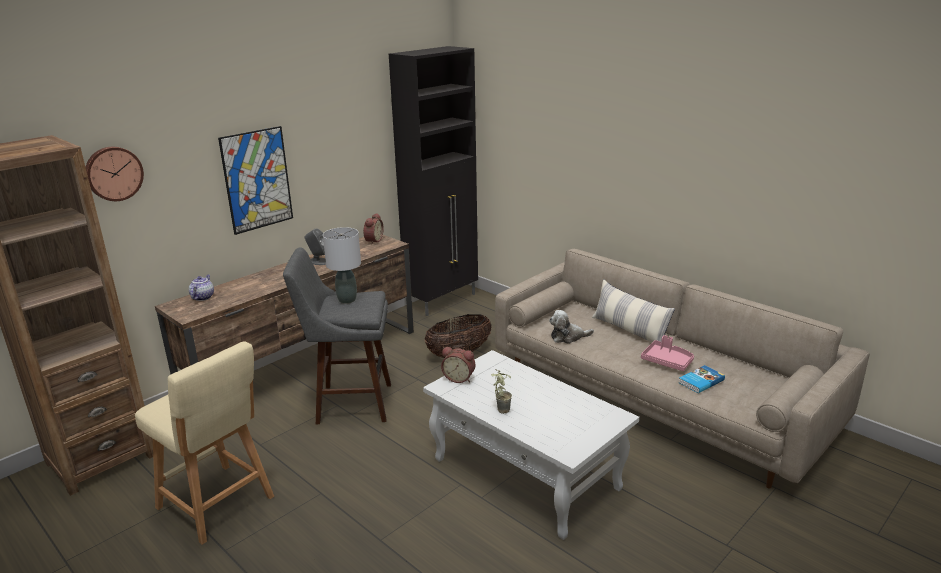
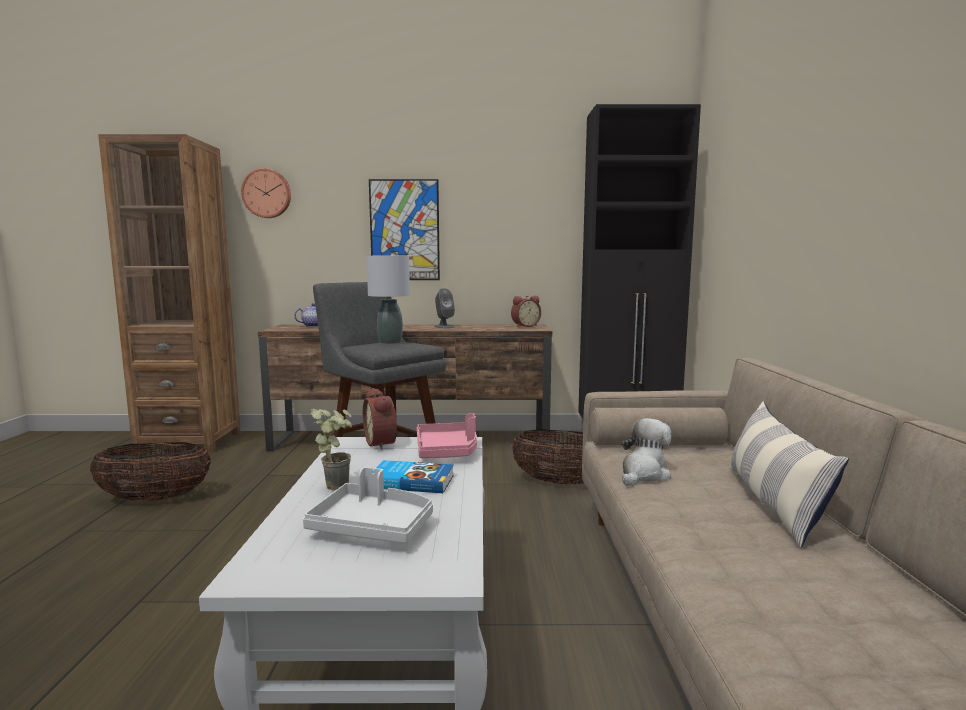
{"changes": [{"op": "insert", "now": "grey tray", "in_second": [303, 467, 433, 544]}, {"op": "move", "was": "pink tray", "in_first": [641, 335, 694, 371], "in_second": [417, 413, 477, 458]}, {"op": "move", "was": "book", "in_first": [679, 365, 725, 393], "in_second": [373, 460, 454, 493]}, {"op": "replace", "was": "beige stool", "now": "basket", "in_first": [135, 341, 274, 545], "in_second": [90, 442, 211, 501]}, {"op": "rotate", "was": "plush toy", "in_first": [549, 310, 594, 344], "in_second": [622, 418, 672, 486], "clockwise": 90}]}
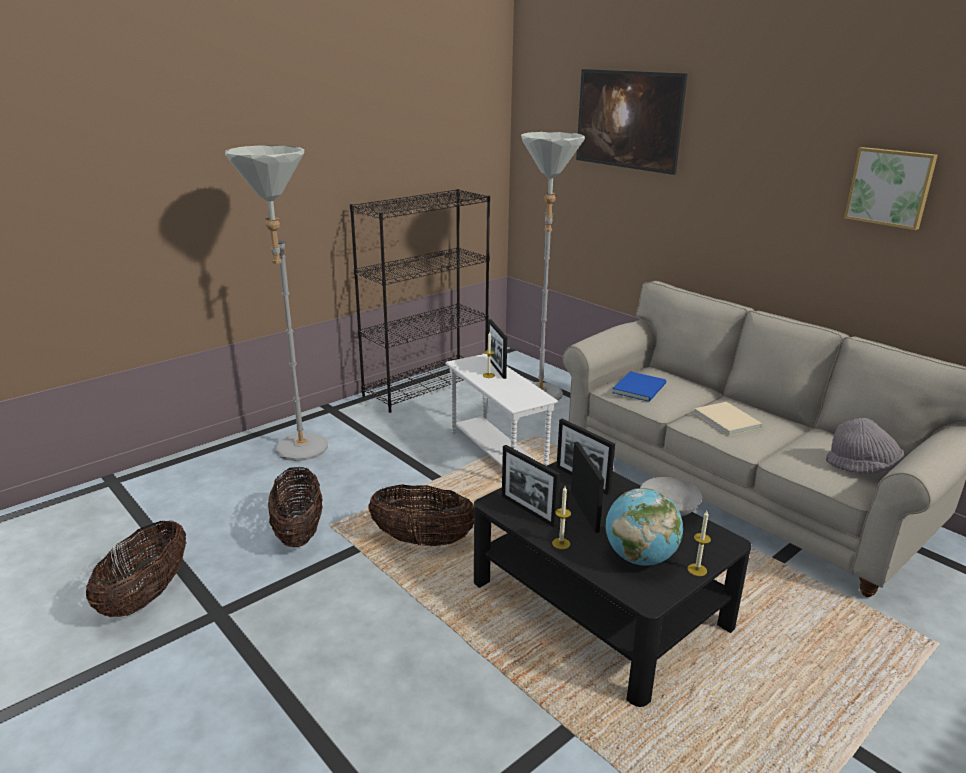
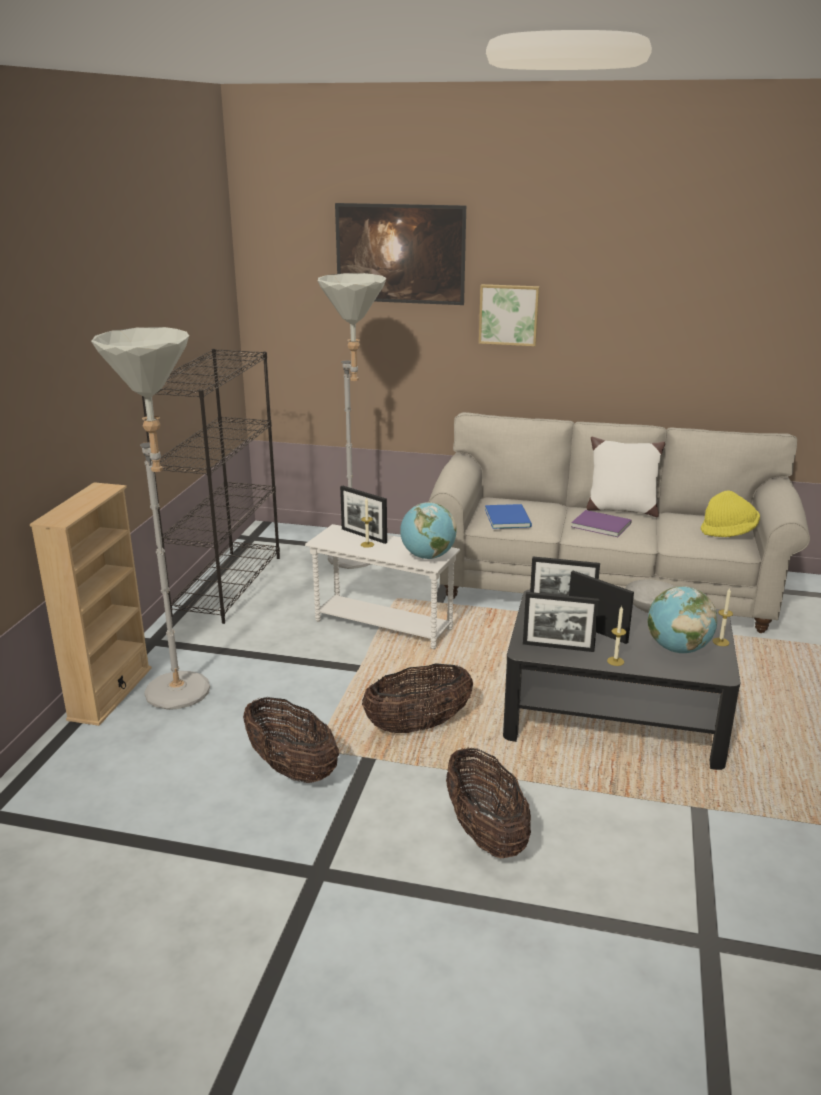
{"changes": [{"op": "insert", "now": "beige bookcase", "in_second": [30, 482, 152, 726]}, {"op": "insert", "now": "globe", "in_second": [400, 502, 457, 559]}, {"op": "insert", "now": "white pillow", "in_second": [587, 437, 665, 517]}, {"op": "move", "was": "basket", "in_first": [86, 520, 187, 617], "in_second": [446, 747, 531, 858]}, {"op": "move", "was": "picture", "in_first": [844, 147, 938, 230], "in_second": [479, 284, 540, 346]}, {"op": "recolor", "was": "beige book", "now": "purple book", "in_first": [694, 402, 763, 436], "in_second": [571, 510, 632, 537]}, {"op": "recolor", "was": "grey hat", "now": "yellow hat", "in_first": [826, 418, 904, 474], "in_second": [701, 490, 760, 537]}]}
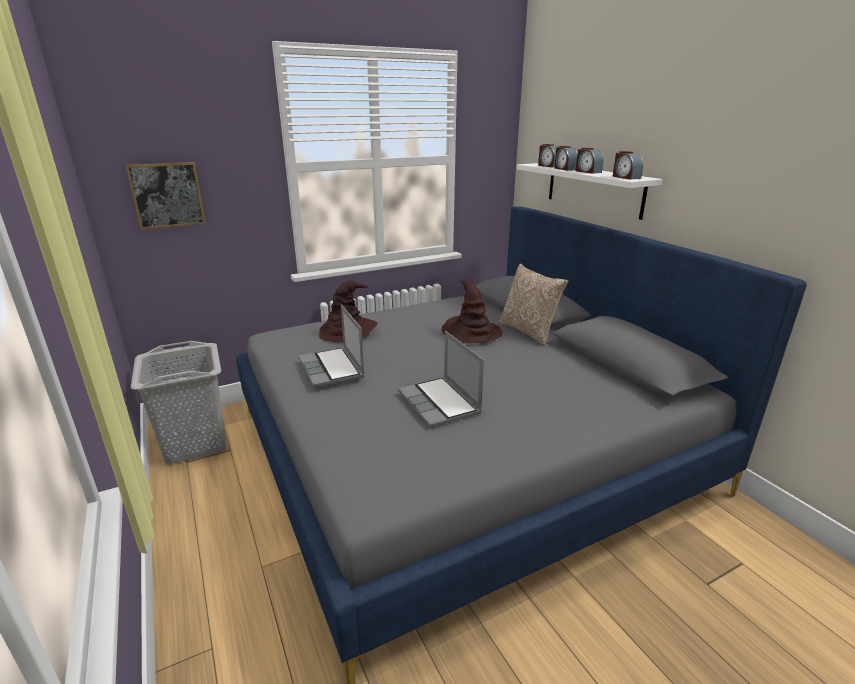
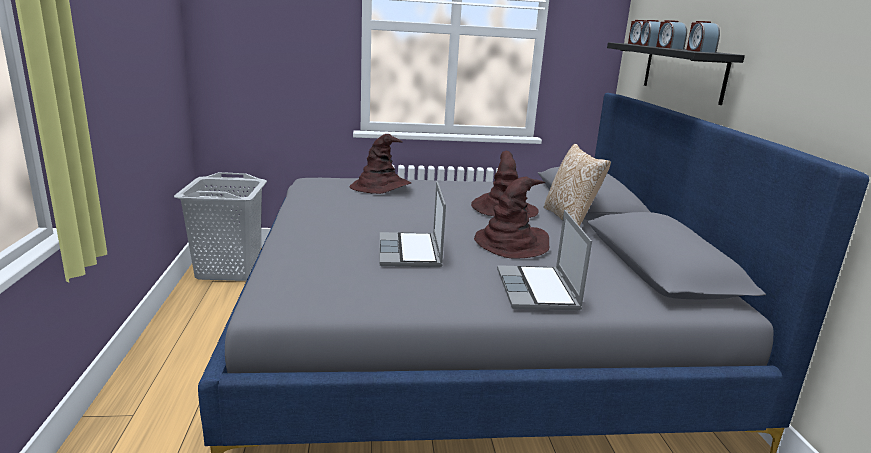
{"changes": [{"op": "delete", "was": "picture", "in_first": [125, 162, 206, 230]}, {"op": "insert", "now": "brown hat", "in_second": [474, 177, 549, 258]}, {"op": "move", "was": "laptop", "in_first": [299, 305, 365, 388], "in_second": [497, 210, 592, 310]}, {"op": "recolor", "was": "white shelf", "now": "black shelf", "in_first": [517, 163, 663, 220], "in_second": [607, 42, 745, 105]}]}
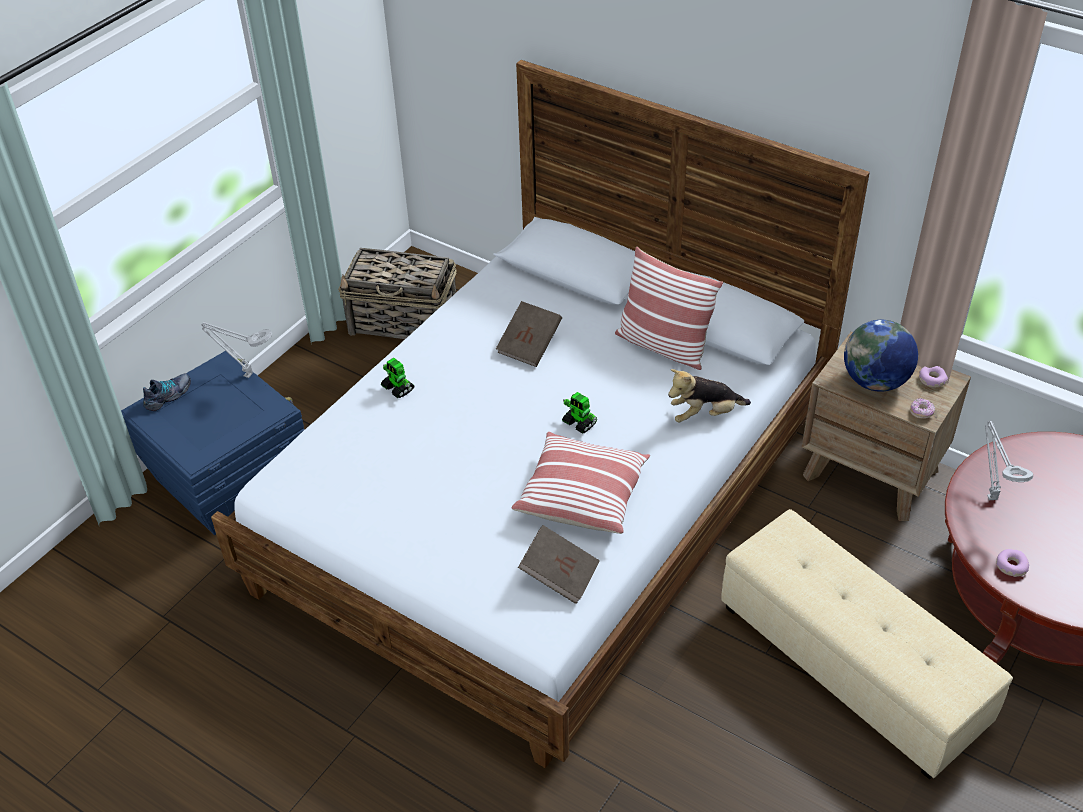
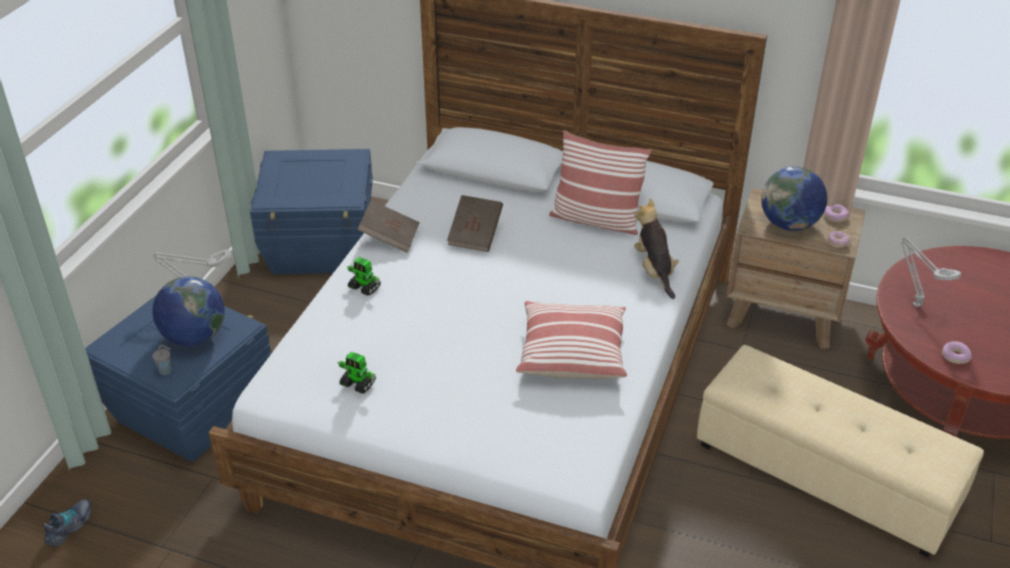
{"changes": [{"op": "insert", "now": "globe", "in_second": [152, 276, 225, 346]}, {"op": "insert", "now": "grey cup", "in_second": [152, 345, 171, 375]}, {"op": "move", "was": "shoe", "in_first": [143, 374, 191, 411], "in_second": [44, 499, 92, 547]}, {"op": "move", "was": "brown book", "in_first": [518, 525, 600, 604], "in_second": [357, 200, 420, 252]}, {"op": "move", "was": "toy robot", "in_first": [562, 392, 597, 434], "in_second": [337, 352, 376, 394]}, {"op": "replace", "was": "basket", "now": "blue storage box", "in_first": [338, 248, 457, 339], "in_second": [250, 149, 373, 274]}, {"op": "rotate", "was": "plush toy", "in_first": [668, 369, 751, 422], "in_second": [634, 198, 679, 299], "clockwise": 105}]}
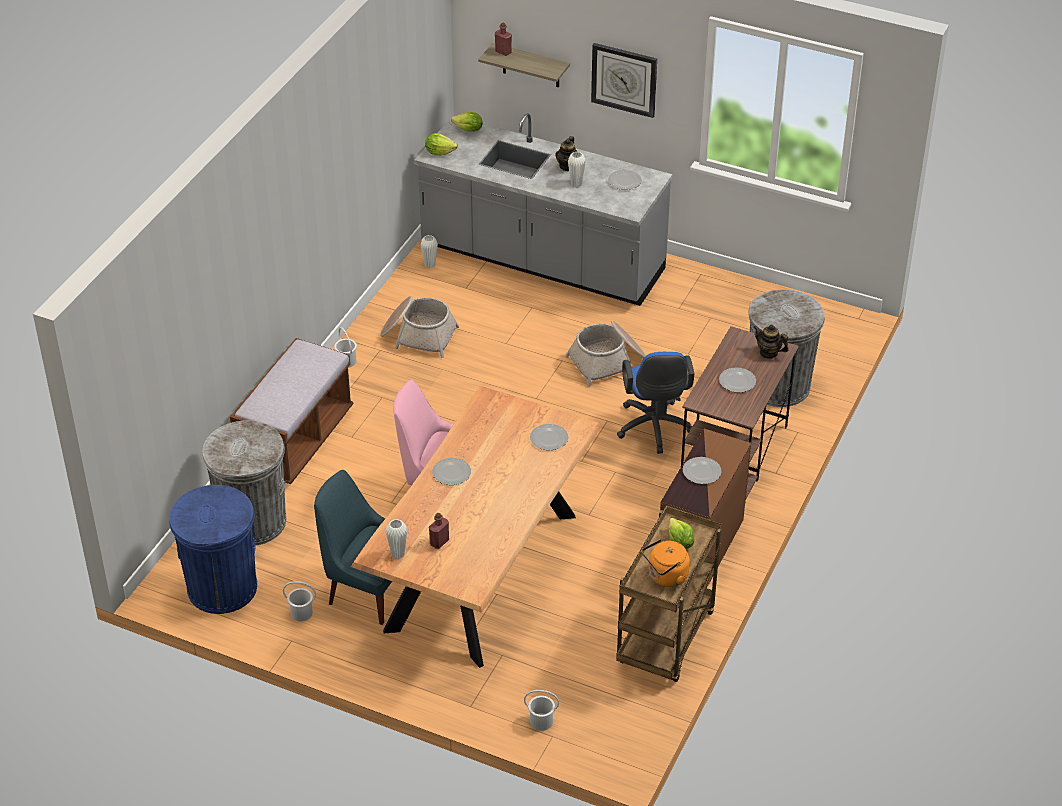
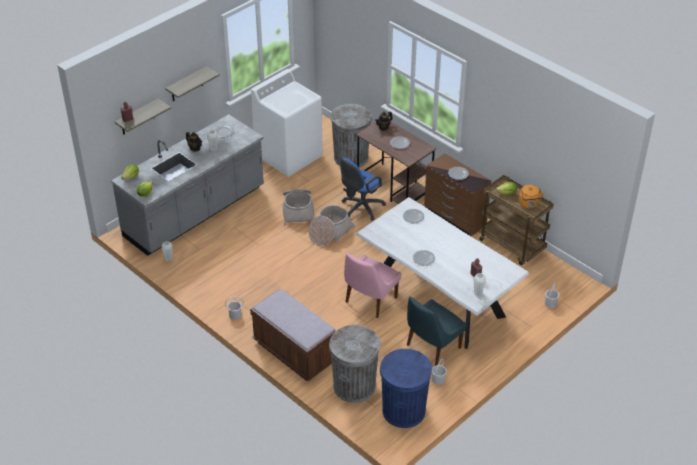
{"changes": [{"op": "insert", "now": "white washing machine", "in_second": [251, 69, 323, 177]}, {"op": "move", "was": "basket", "in_first": [380, 296, 459, 358], "in_second": [309, 205, 355, 246]}, {"op": "replace", "was": "wall clock", "now": "shelf", "in_first": [591, 43, 657, 118], "in_second": [165, 66, 220, 101]}, {"op": "recolor", "was": "brown dining table", "now": "white dining table", "in_first": [351, 386, 601, 668], "in_second": [356, 197, 529, 349]}, {"op": "rotate", "was": "blue office chair", "in_first": [617, 352, 694, 454], "in_second": [340, 158, 386, 221], "clockwise": 120}]}
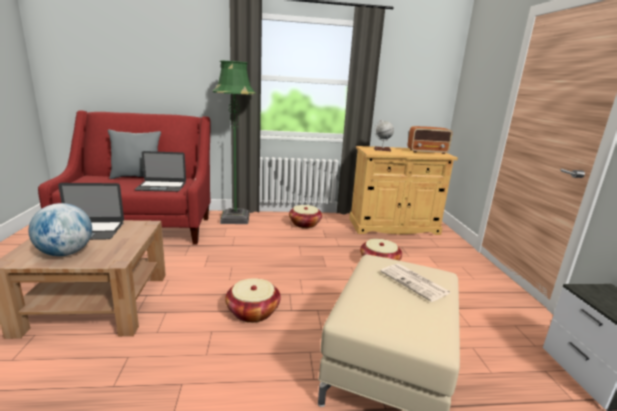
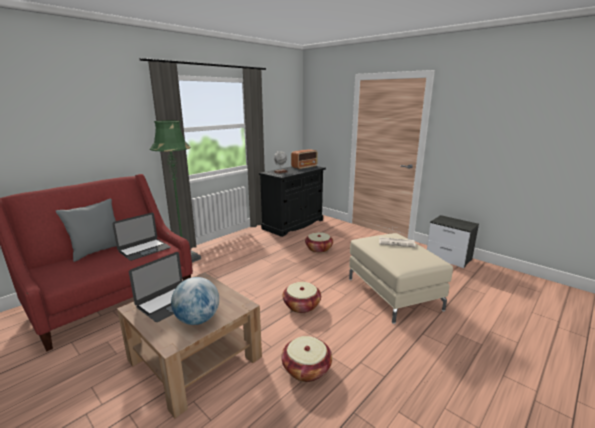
{"changes": [{"op": "move", "was": "basket", "in_first": [289, 205, 322, 228], "in_second": [281, 336, 332, 382]}, {"op": "recolor", "was": "beige cabinet", "now": "black cabinet", "in_first": [349, 146, 458, 235], "in_second": [259, 166, 326, 237]}]}
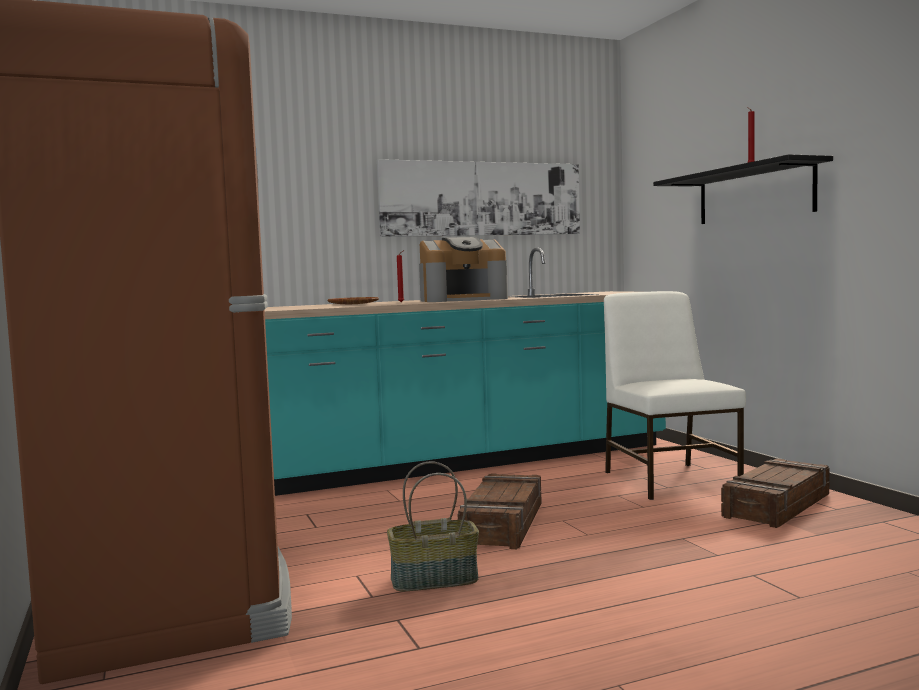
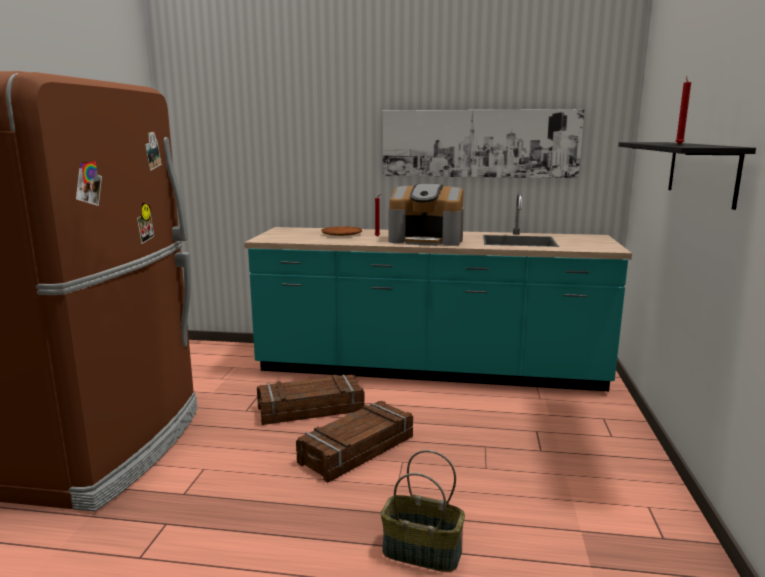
{"changes": [{"op": "delete", "was": "white chair", "in_first": [604, 291, 746, 500]}, {"op": "move", "was": "basket", "in_first": [387, 461, 479, 591], "in_second": [381, 450, 465, 572]}, {"op": "move", "was": "crate", "in_first": [721, 458, 830, 528], "in_second": [257, 375, 365, 425]}]}
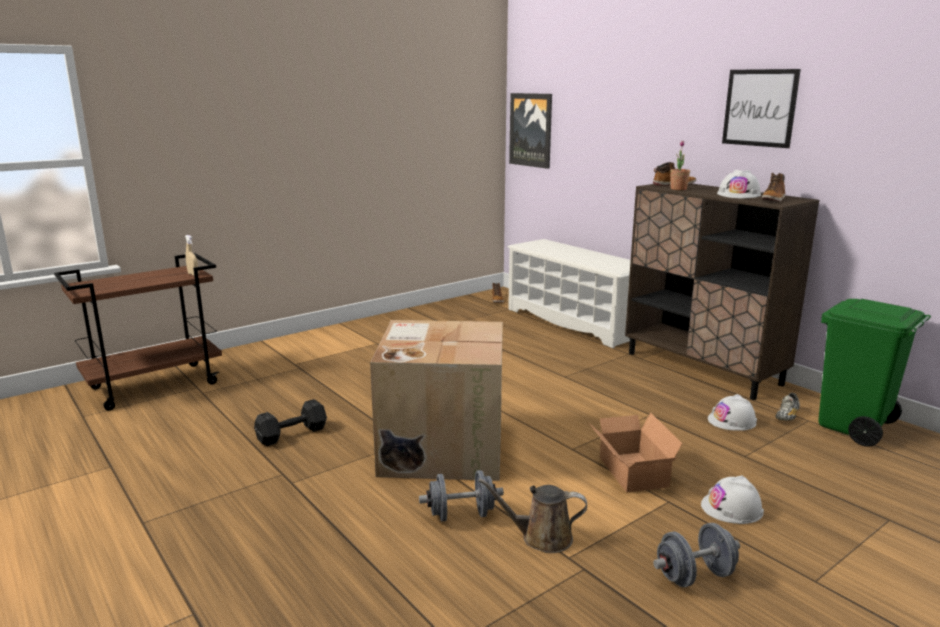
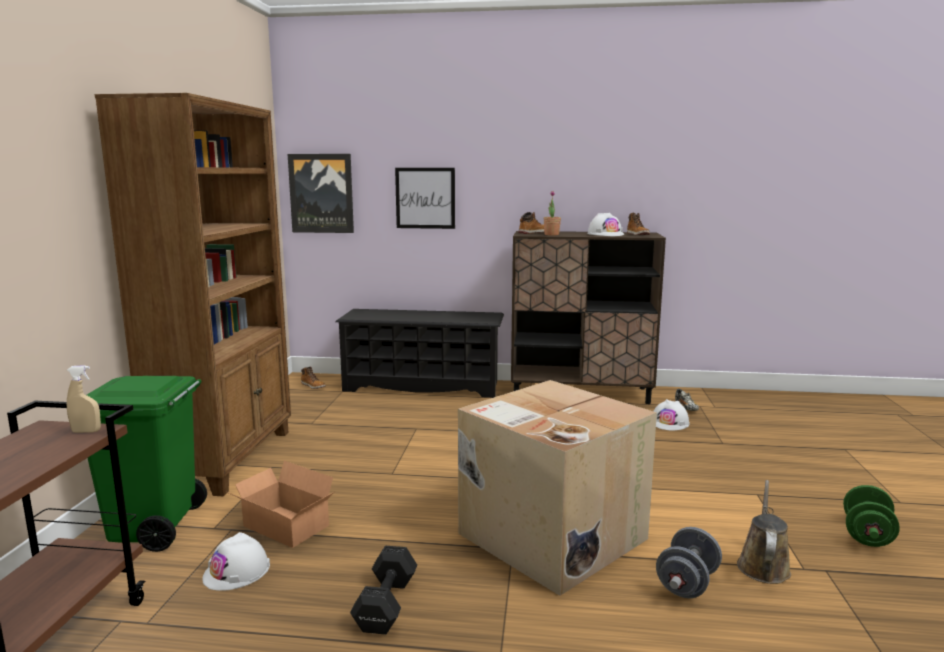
{"changes": [{"op": "insert", "now": "brown bookcase", "in_second": [95, 93, 291, 496]}, {"op": "move", "was": "cardboard box", "in_first": [589, 412, 682, 493], "in_second": [227, 461, 334, 548]}, {"op": "move", "was": "white hard hat", "in_first": [701, 475, 764, 524], "in_second": [202, 532, 270, 591]}, {"op": "move", "was": "picture", "in_first": [722, 69, 801, 148], "in_second": [395, 168, 455, 229]}, {"op": "move", "was": "green trash can", "in_first": [818, 299, 931, 447], "in_second": [87, 376, 207, 552]}, {"op": "recolor", "was": "white shoe rack", "now": "black shoe rack", "in_first": [507, 239, 631, 348], "in_second": [335, 309, 504, 398]}, {"op": "recolor", "was": "grey dumbbell", "now": "green dumbbell", "in_first": [653, 523, 740, 587], "in_second": [843, 485, 900, 547]}, {"op": "rotate", "was": "brown watering can", "in_first": [478, 478, 587, 553], "in_second": [737, 480, 791, 584], "clockwise": 150}]}
